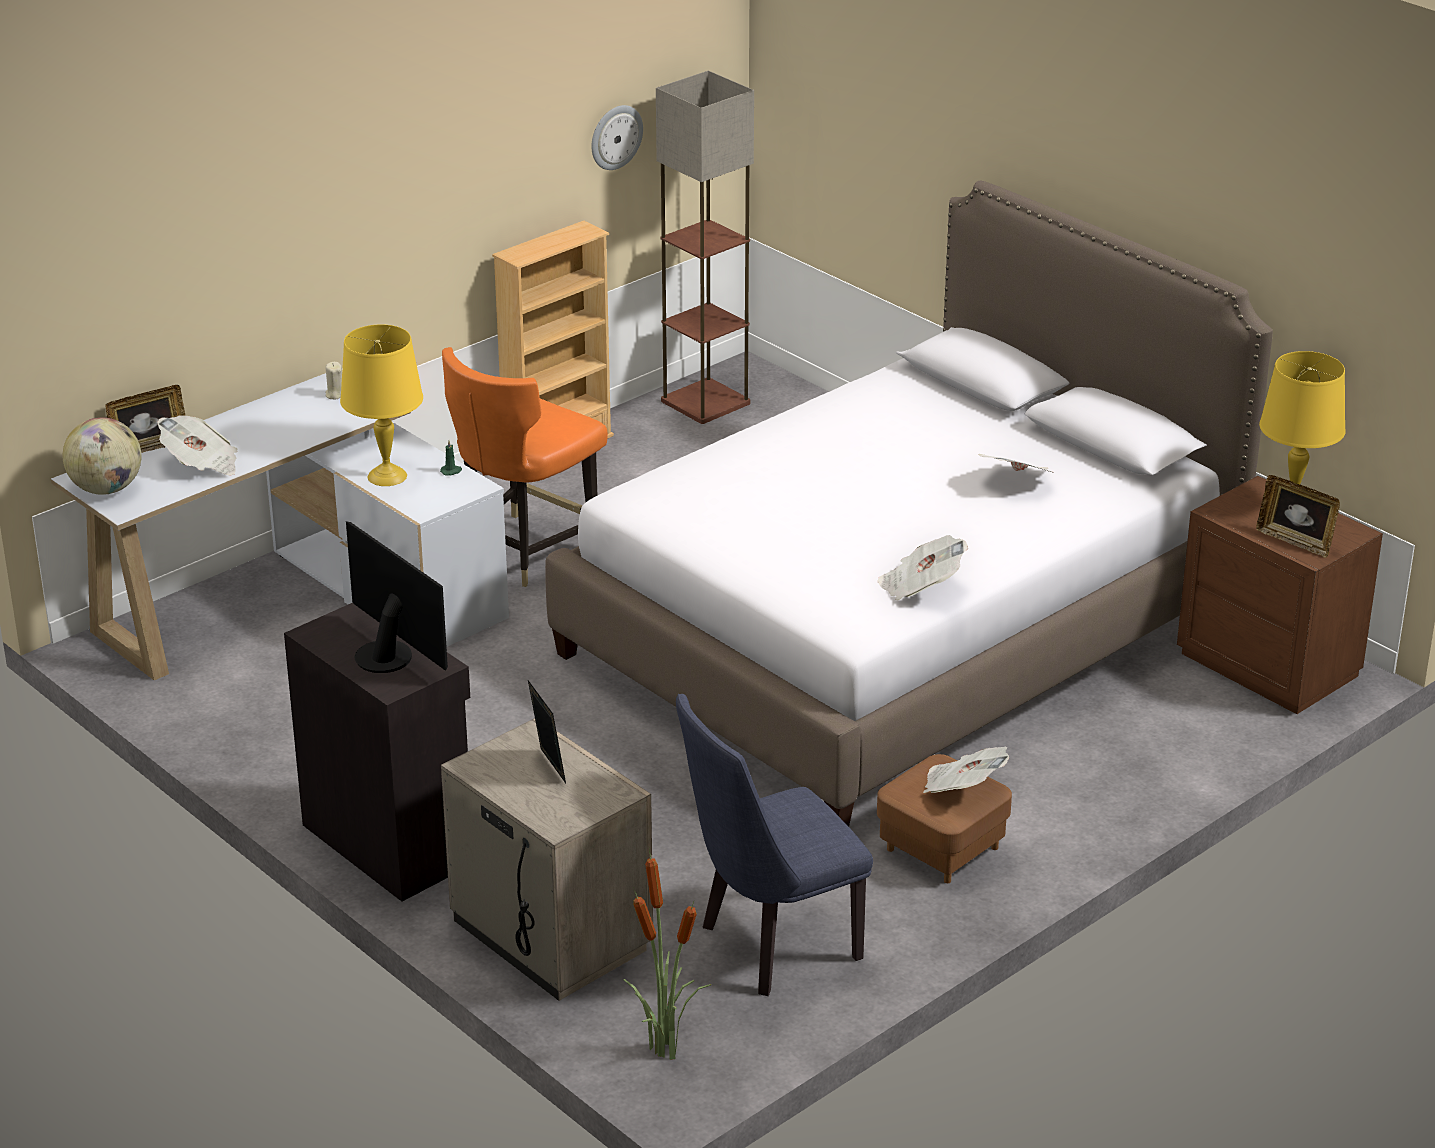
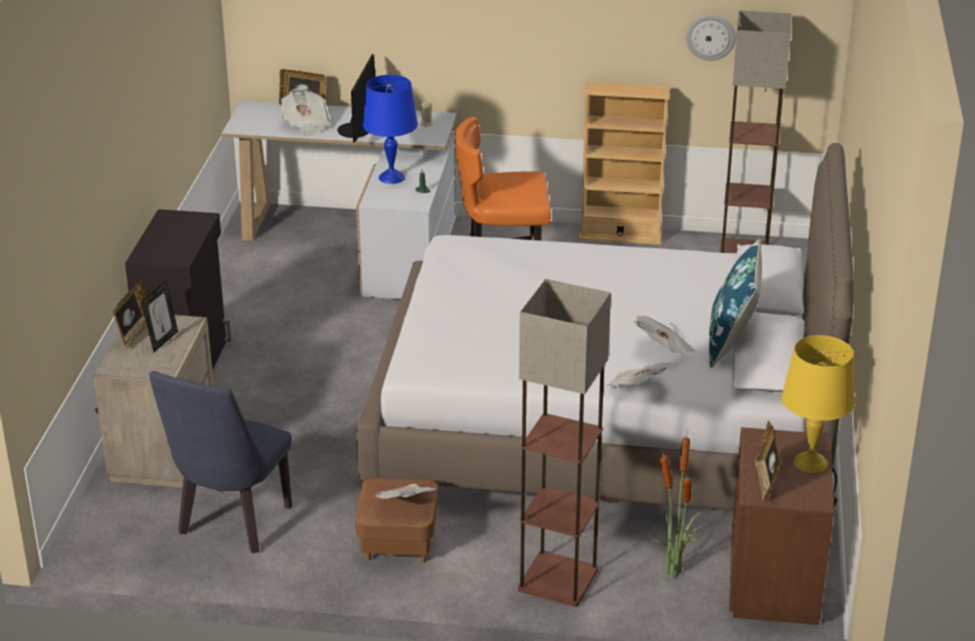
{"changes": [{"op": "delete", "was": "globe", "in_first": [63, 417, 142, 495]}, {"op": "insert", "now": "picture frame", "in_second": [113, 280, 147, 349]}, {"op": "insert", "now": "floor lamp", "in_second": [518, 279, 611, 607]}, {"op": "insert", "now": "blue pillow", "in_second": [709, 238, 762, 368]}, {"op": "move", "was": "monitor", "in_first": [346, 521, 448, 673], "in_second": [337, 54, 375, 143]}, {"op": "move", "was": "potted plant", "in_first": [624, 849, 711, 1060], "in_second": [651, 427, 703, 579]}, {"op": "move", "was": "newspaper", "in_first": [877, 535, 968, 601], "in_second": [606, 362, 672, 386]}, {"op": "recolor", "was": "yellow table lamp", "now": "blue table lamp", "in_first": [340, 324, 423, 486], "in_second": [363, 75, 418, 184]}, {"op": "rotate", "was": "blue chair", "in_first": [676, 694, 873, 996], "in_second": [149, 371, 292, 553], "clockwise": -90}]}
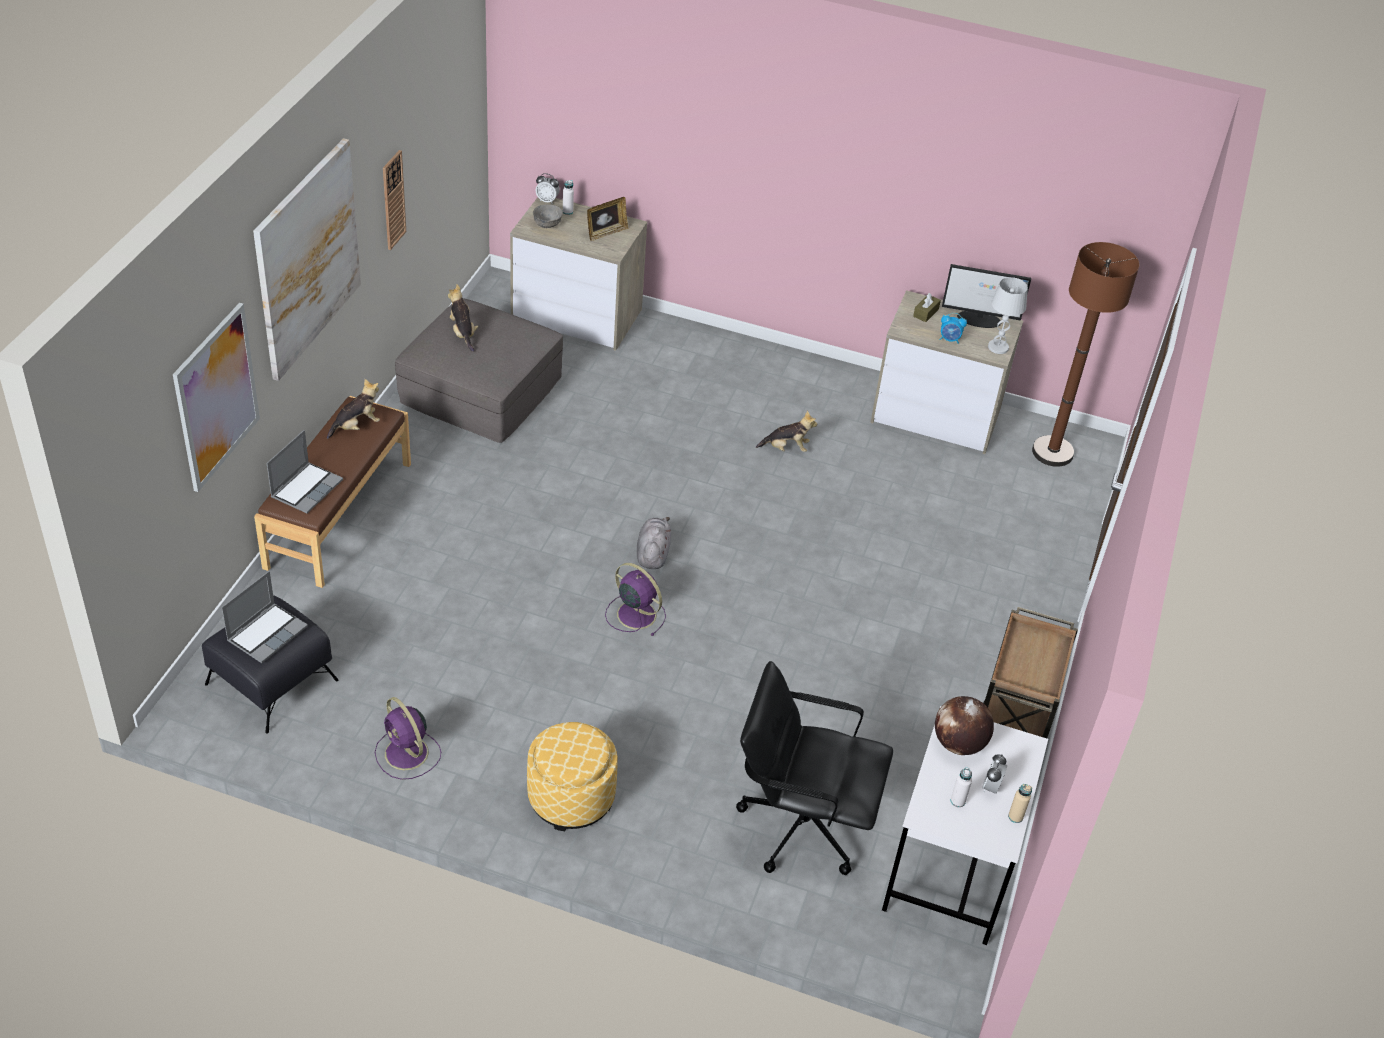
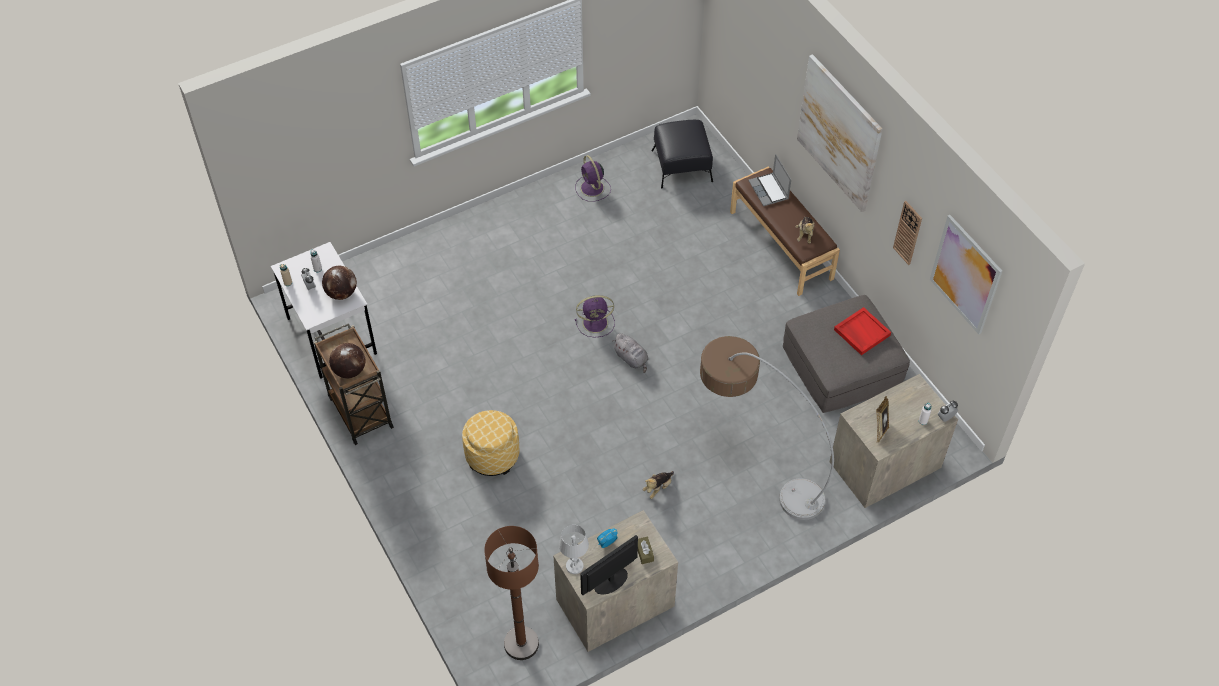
{"changes": [{"op": "delete", "was": "laptop", "in_first": [222, 571, 308, 663]}, {"op": "delete", "was": "grey bowl", "in_first": [533, 204, 563, 228]}, {"op": "delete", "was": "black office chair", "in_first": [736, 661, 893, 875]}, {"op": "insert", "now": "globe", "in_second": [329, 343, 365, 378]}, {"op": "insert", "now": "floor lamp", "in_second": [700, 336, 834, 520]}, {"op": "move", "was": "picture", "in_first": [173, 303, 260, 492], "in_second": [930, 215, 1002, 334]}, {"op": "move", "was": "ottoman", "in_first": [527, 722, 618, 831], "in_second": [462, 410, 519, 476]}, {"op": "replace", "was": "plush toy", "now": "red tray", "in_first": [448, 284, 478, 352], "in_second": [834, 307, 891, 355]}, {"op": "rotate", "was": "purple fan", "in_first": [375, 697, 441, 780], "in_second": [575, 155, 611, 202], "clockwise": -120}]}
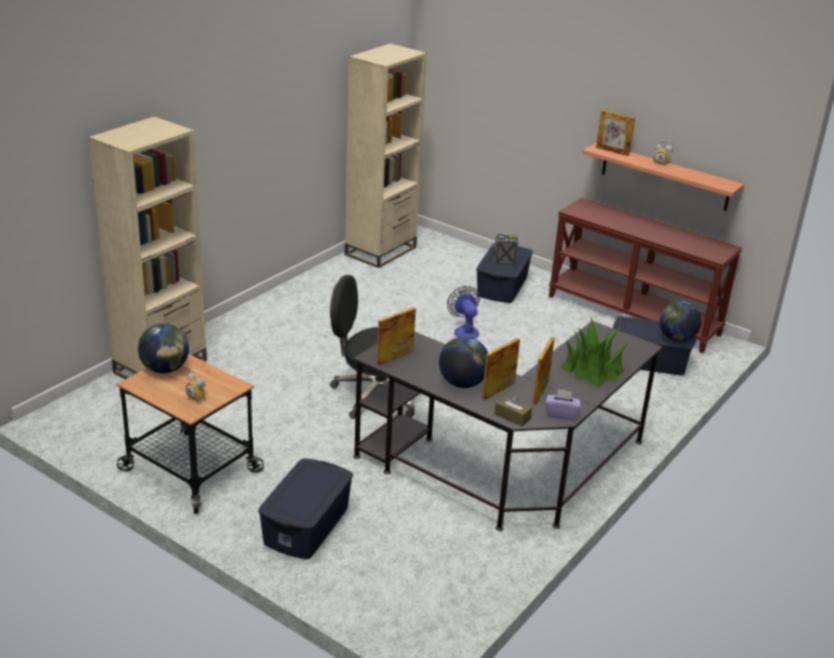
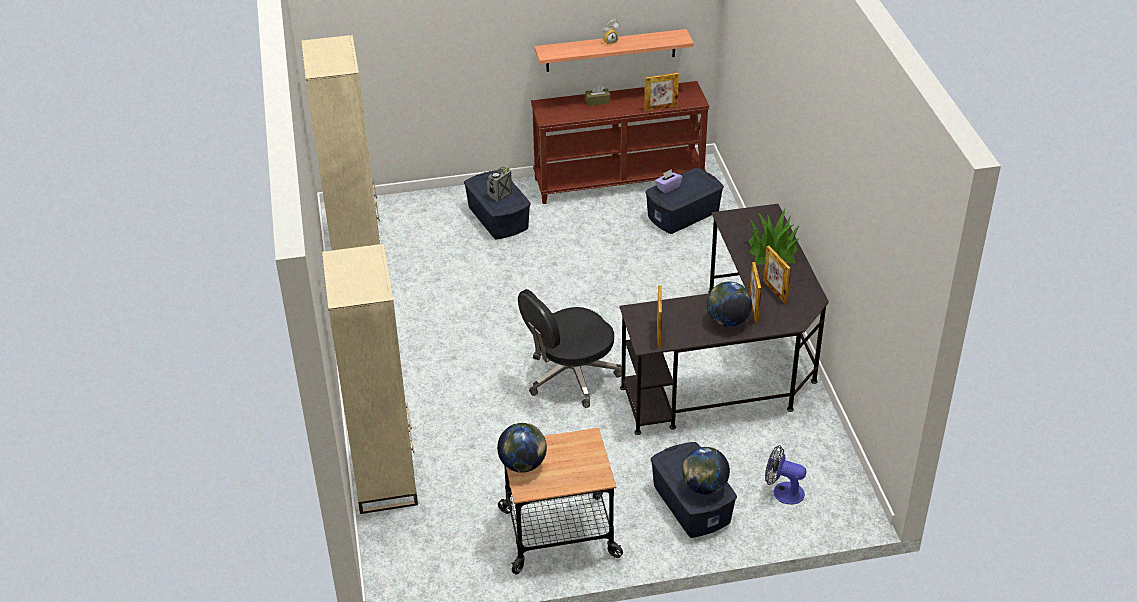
{"changes": [{"op": "delete", "was": "alarm clock", "in_first": [186, 370, 207, 403]}, {"op": "move", "was": "fan", "in_first": [447, 286, 480, 339], "in_second": [765, 445, 806, 504]}, {"op": "move", "was": "brown tissue box", "in_first": [494, 394, 532, 426], "in_second": [585, 85, 610, 106]}, {"op": "move", "was": "purple tissue box", "in_first": [546, 389, 580, 420], "in_second": [655, 169, 682, 193]}, {"op": "move", "was": "picture frame", "in_first": [596, 110, 635, 156], "in_second": [644, 73, 679, 112]}, {"op": "move", "was": "globe", "in_first": [660, 301, 702, 342], "in_second": [682, 447, 730, 495]}]}
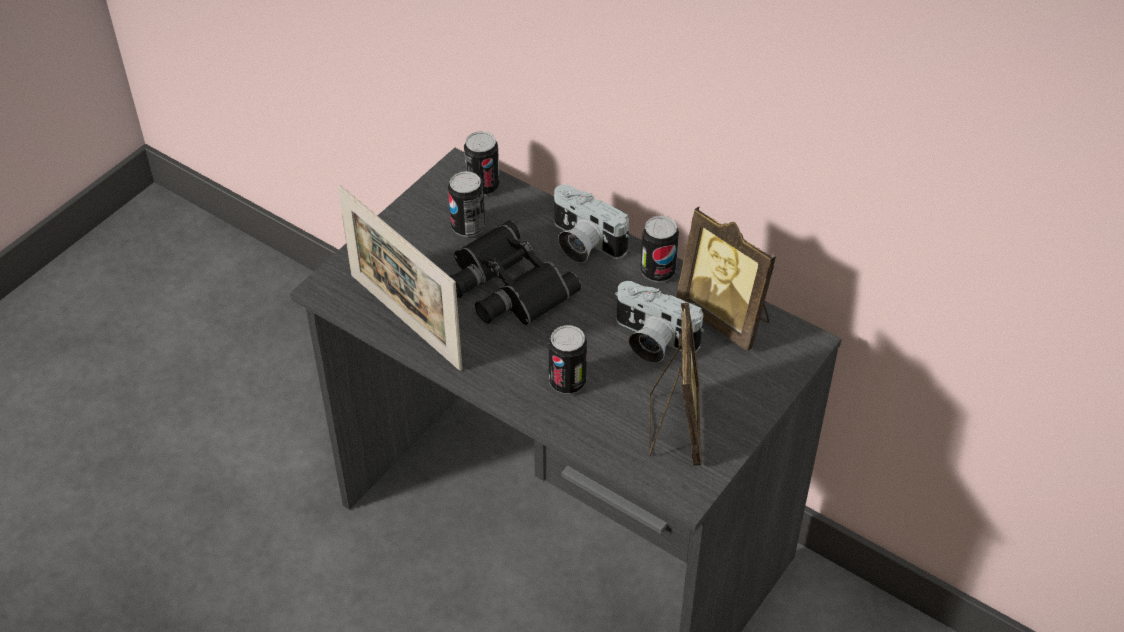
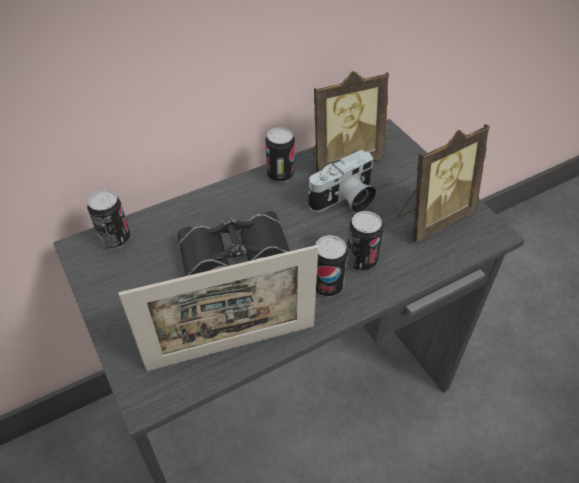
{"changes": [{"op": "delete", "was": "photo camera", "in_first": [554, 184, 629, 263]}, {"op": "move", "was": "can", "in_first": [448, 171, 485, 237], "in_second": [315, 235, 348, 297]}, {"op": "rotate", "was": "picture frame", "in_first": [649, 303, 701, 466], "in_second": [398, 124, 490, 243], "clockwise": 120}]}
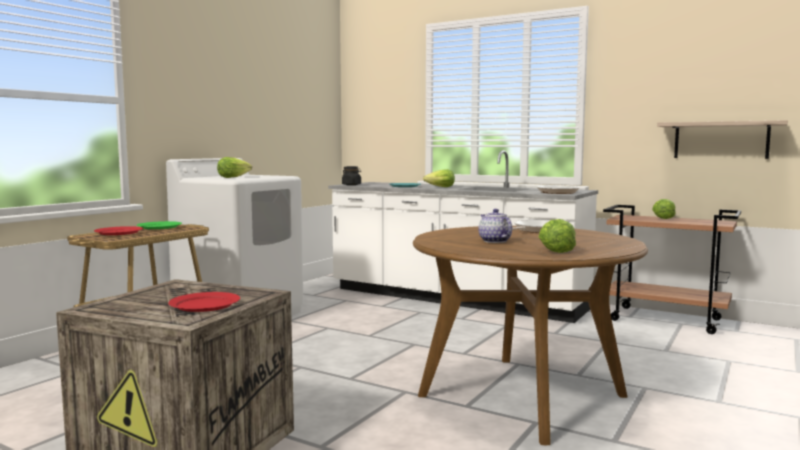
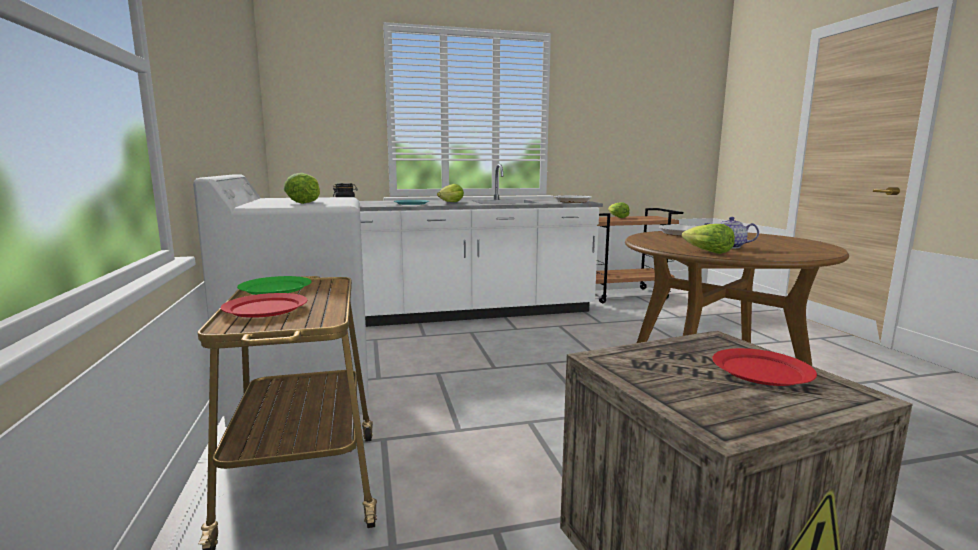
{"changes": [{"op": "delete", "was": "shelf", "in_first": [657, 120, 788, 159]}, {"op": "move", "was": "lettuce", "in_first": [538, 219, 576, 253], "in_second": [682, 224, 735, 254]}]}
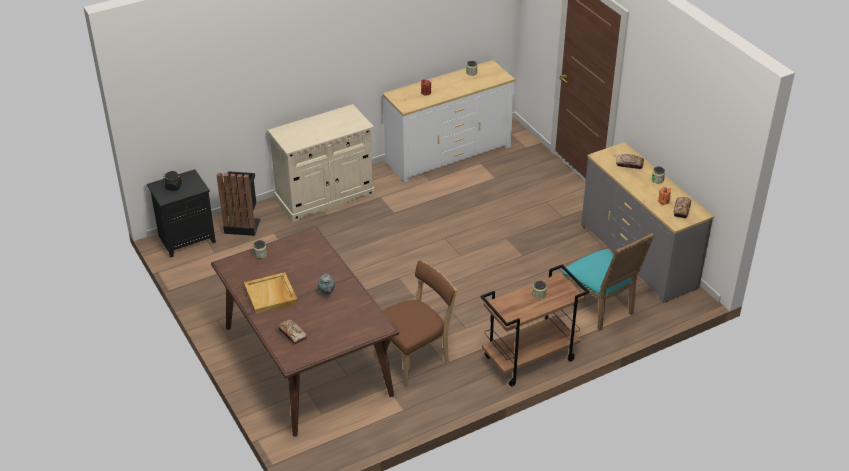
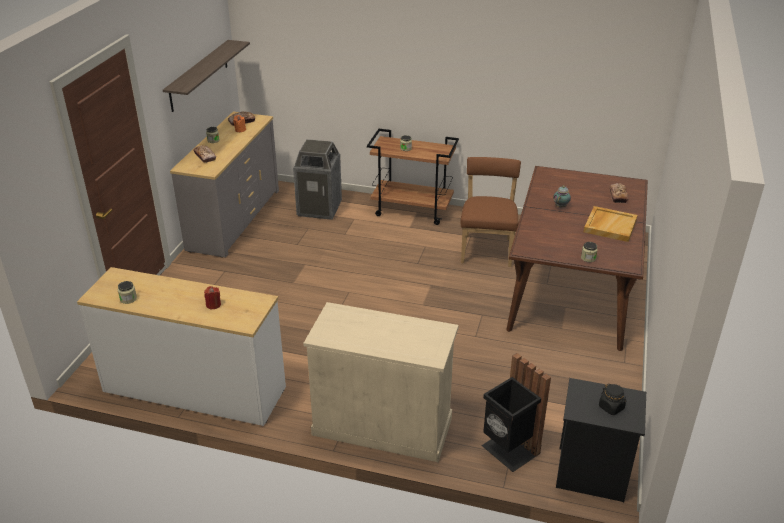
{"changes": [{"op": "insert", "now": "shelf", "in_second": [163, 40, 250, 112]}, {"op": "replace", "was": "turquoise chair", "now": "trash can", "in_first": [562, 233, 655, 331], "in_second": [293, 139, 342, 220]}, {"op": "rotate", "was": "brown chair", "in_first": [374, 261, 457, 387], "in_second": [460, 157, 521, 267], "clockwise": 90}]}
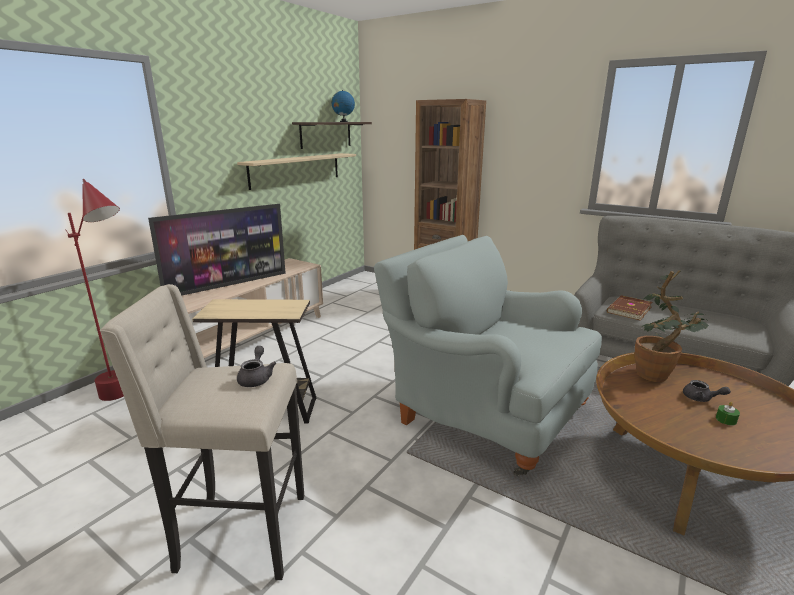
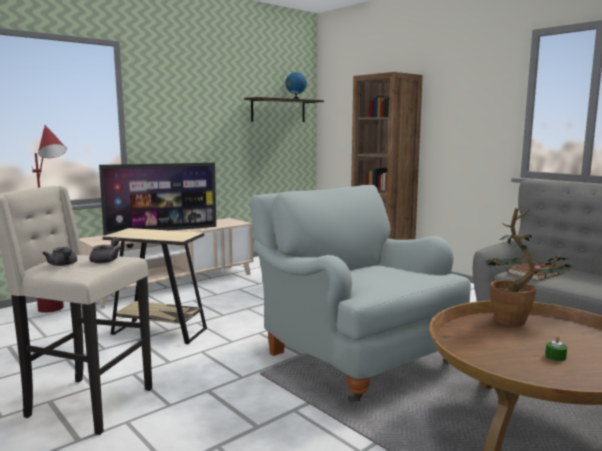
{"changes": [{"op": "delete", "was": "beige shelf", "in_first": [237, 153, 356, 190]}, {"op": "move", "was": "grey teapot", "in_first": [683, 380, 731, 402], "in_second": [42, 247, 77, 266]}]}
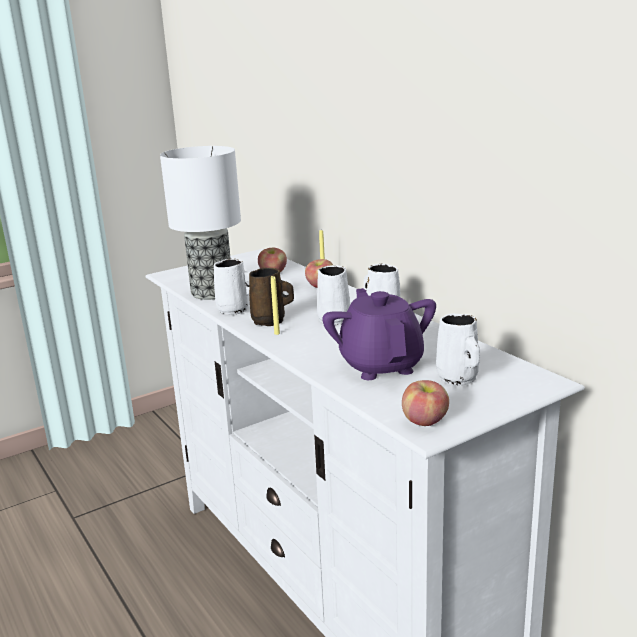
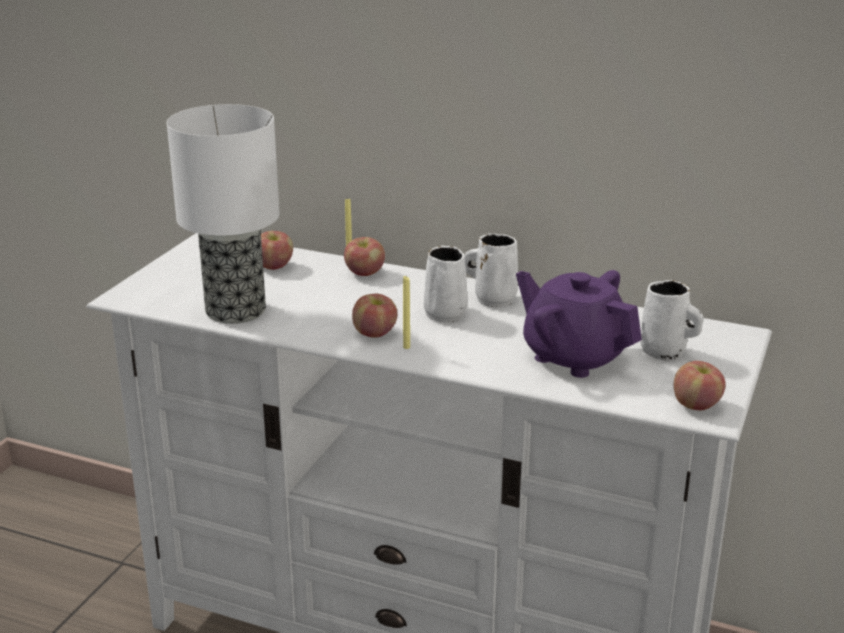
{"changes": [{"op": "delete", "was": "white mug", "in_first": [214, 259, 250, 315]}, {"op": "replace", "was": "brown mug", "now": "apple", "in_first": [249, 268, 294, 326], "in_second": [352, 294, 397, 338]}]}
